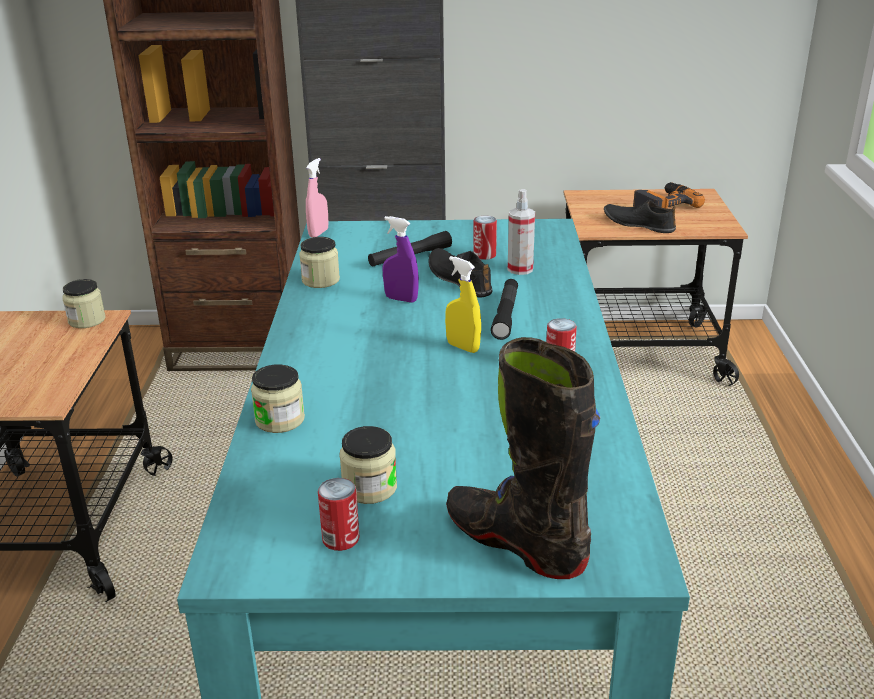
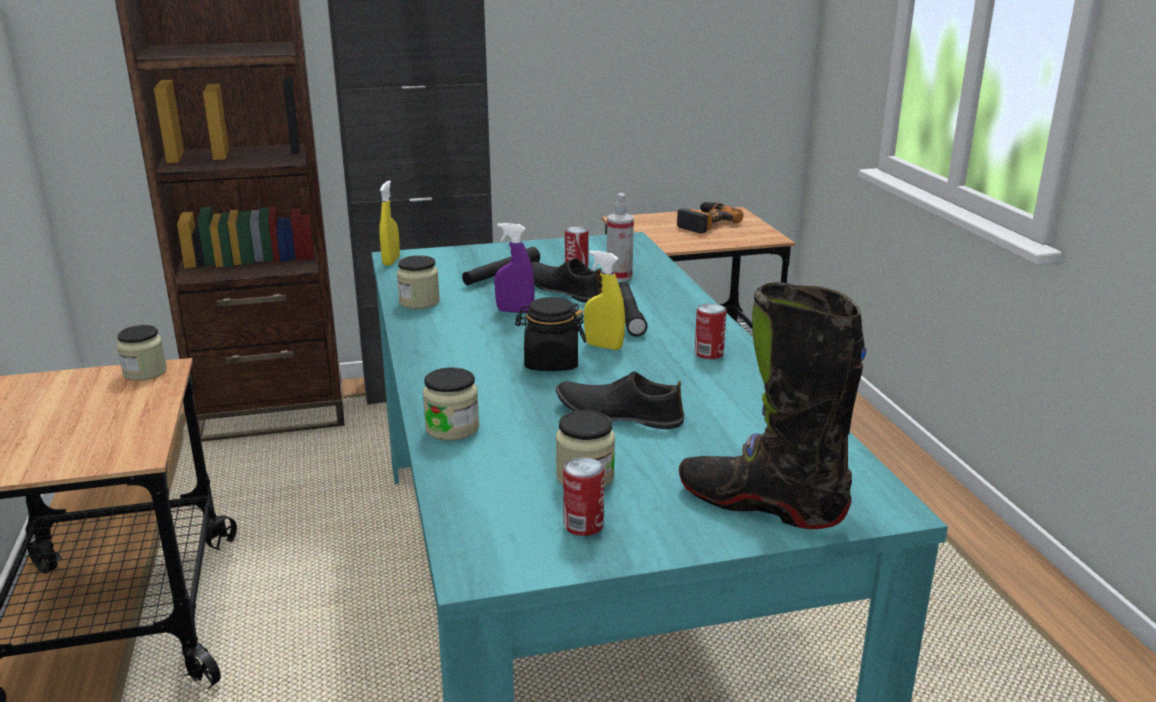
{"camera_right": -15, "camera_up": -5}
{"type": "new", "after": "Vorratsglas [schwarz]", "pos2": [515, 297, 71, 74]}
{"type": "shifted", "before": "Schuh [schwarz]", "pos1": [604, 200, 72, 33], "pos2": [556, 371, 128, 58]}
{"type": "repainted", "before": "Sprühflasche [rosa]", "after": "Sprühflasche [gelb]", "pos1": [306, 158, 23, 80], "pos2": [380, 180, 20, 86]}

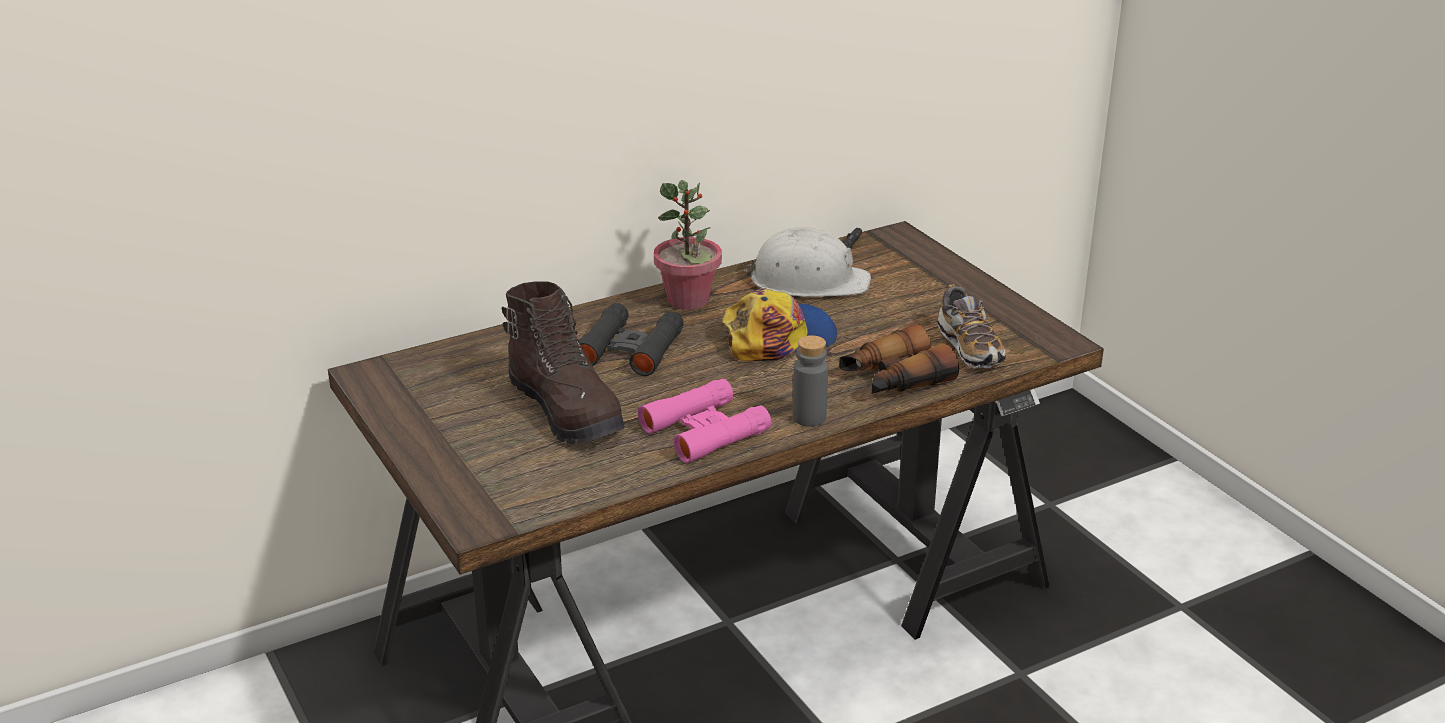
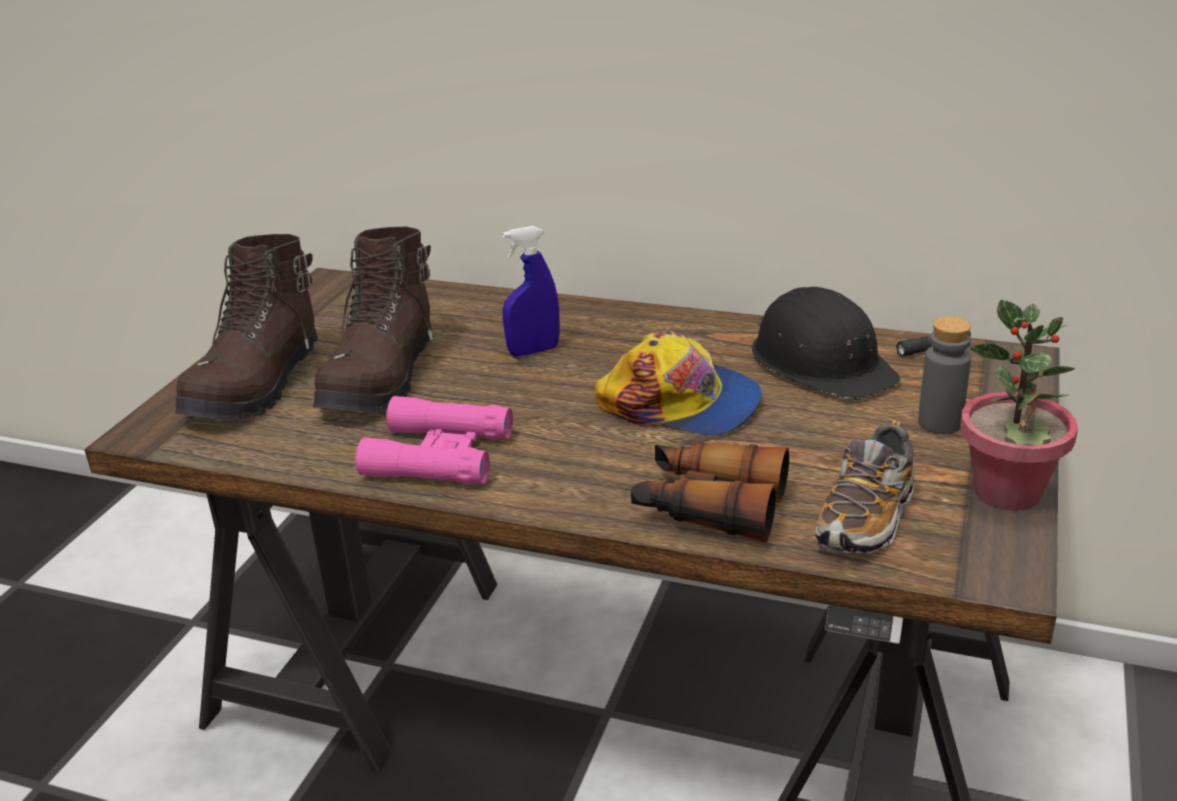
{"camera_right": 50, "camera_up": 0}
{"type": "new", "after": "Stiefel [braun]", "pos2": [175, 234, 143, 187]}
{"type": "shifted", "before": "Topfpflanze", "pos1": [654, 180, 68, 130], "pos2": [960, 300, 118, 211]}
{"type": "shifted", "before": "Flasche [grau]", "pos1": [793, 335, 35, 92], "pos2": [918, 316, 53, 118]}
{"type": "swapped", "before": "Fernglas [schwarz]", "after": "Sprühflasche [blau]", "pos1": [579, 303, 105, 73], "pos2": [502, 226, 58, 130]}
{"type": "repainted", "before": "Schutzhelm [weiß]", "after": "Schutzhelm [schwarz]", "pos1": [742, 227, 129, 70], "pos2": [752, 287, 149, 112]}

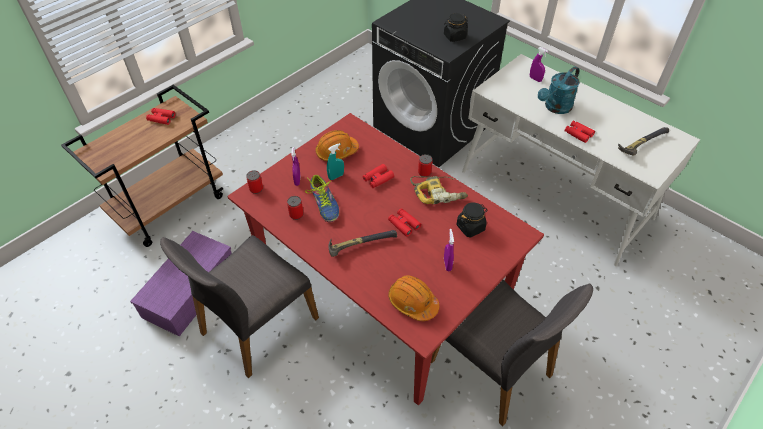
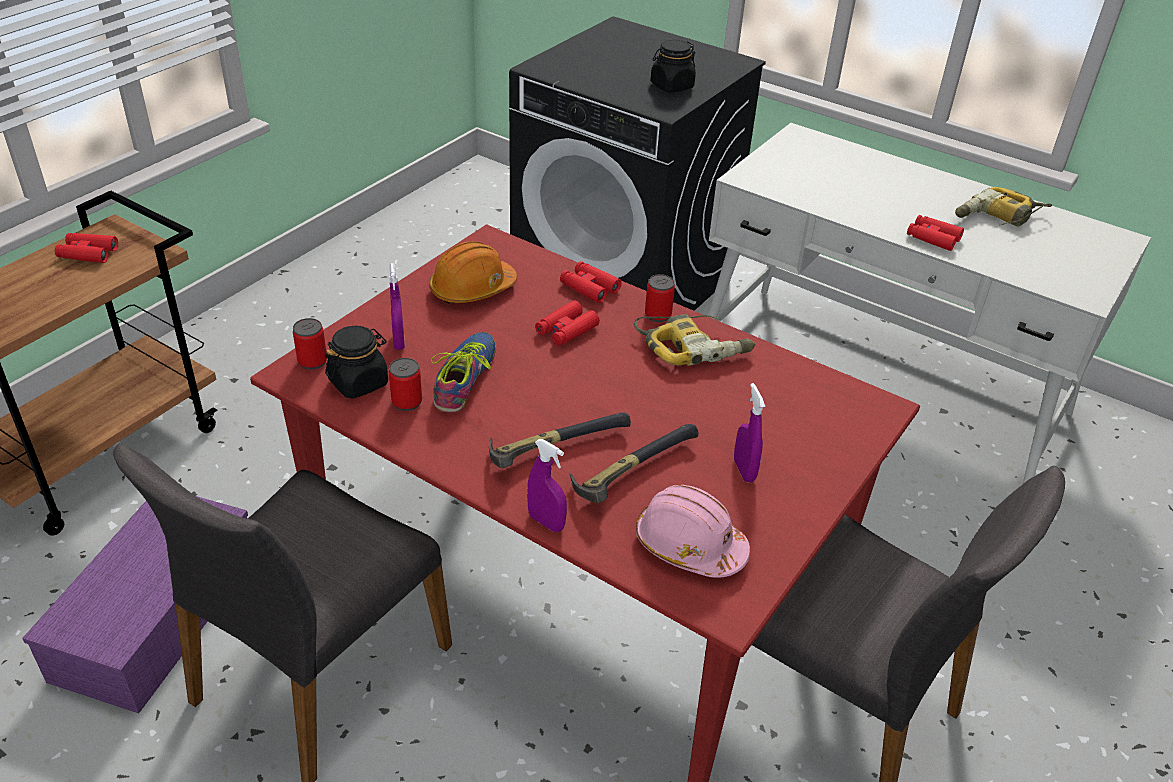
{"camera_right": -10, "camera_up": -10}
{"type": "gone", "before": "Sprühflasche [türkis]", "pos1": [327, 143, 17, 37]}
{"type": "gone", "before": "Gießkanne [türkis]", "pos1": [538, 66, 42, 48]}
{"type": "new", "after": "Bohrmaschine", "pos2": [955, 187, 97, 40]}
{"type": "shifted", "before": "Fernglas [rot]", "pos1": [388, 208, 33, 29], "pos2": [560, 261, 62, 42]}
{"type": "shifted", "before": "Vorratsglas [schwarz]", "pos1": [456, 202, 32, 35], "pos2": [325, 326, 63, 73]}
{"type": "shifted", "before": "Sprühflasche [lila]", "pos1": [530, 47, 18, 35], "pos2": [527, 439, 40, 93]}
{"type": "shifted", "before": "Hammer", "pos1": [618, 127, 51, 28], "pos2": [570, 424, 129, 79]}
{"type": "repainted", "before": "Schutzhelm [orange]", "after": "Schutzhelm [rosa]", "pos1": [388, 275, 52, 46], "pos2": [635, 485, 115, 93]}
{"type": "rotated", "before": "Schuh", "pos1": [305, 175, 34, 47], "pos2": [431, 332, 65, 81], "turn": -135}

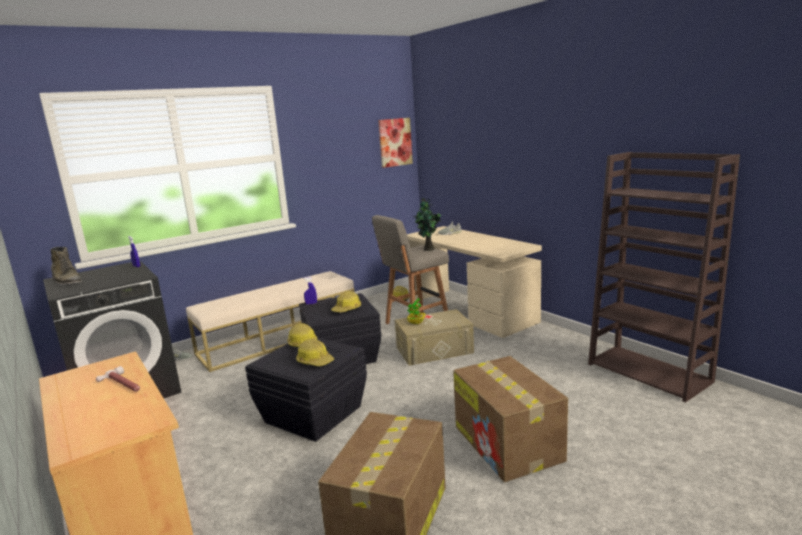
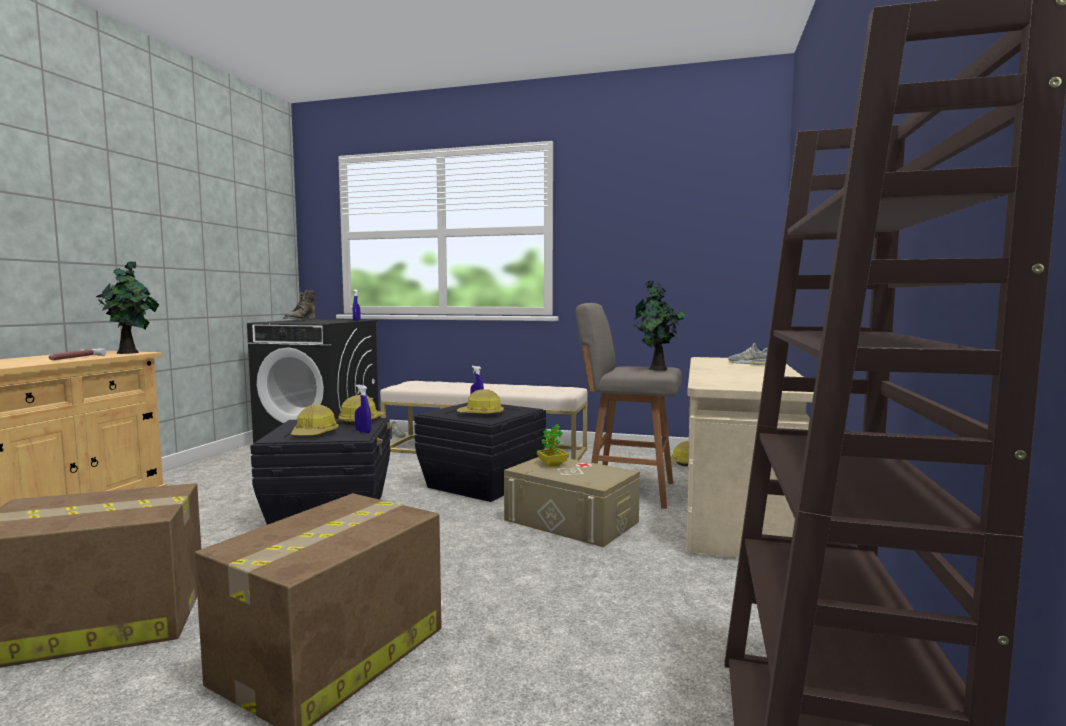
{"camera_right": 50, "camera_up": -10}
{"type": "gone", "before": "Bild", "pos1": [378, 118, 35, 50]}
{"type": "new", "after": "Topfpflanze", "pos2": [96, 262, 63, 92]}
{"type": "new", "after": "Sprühflasche [blau]", "pos2": [355, 385, 16, 48]}

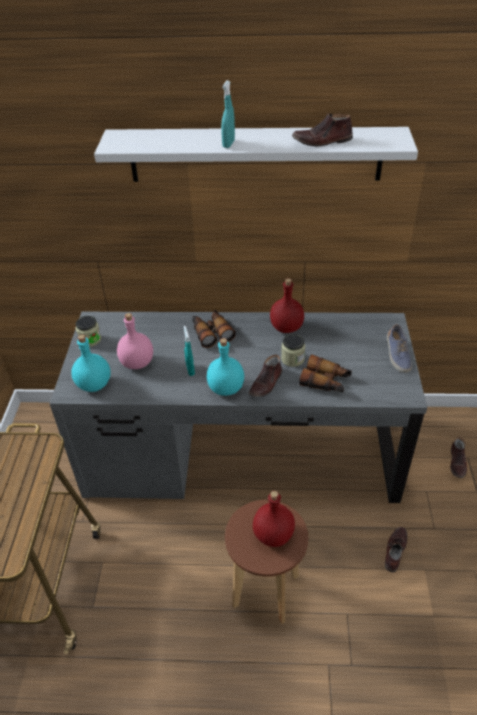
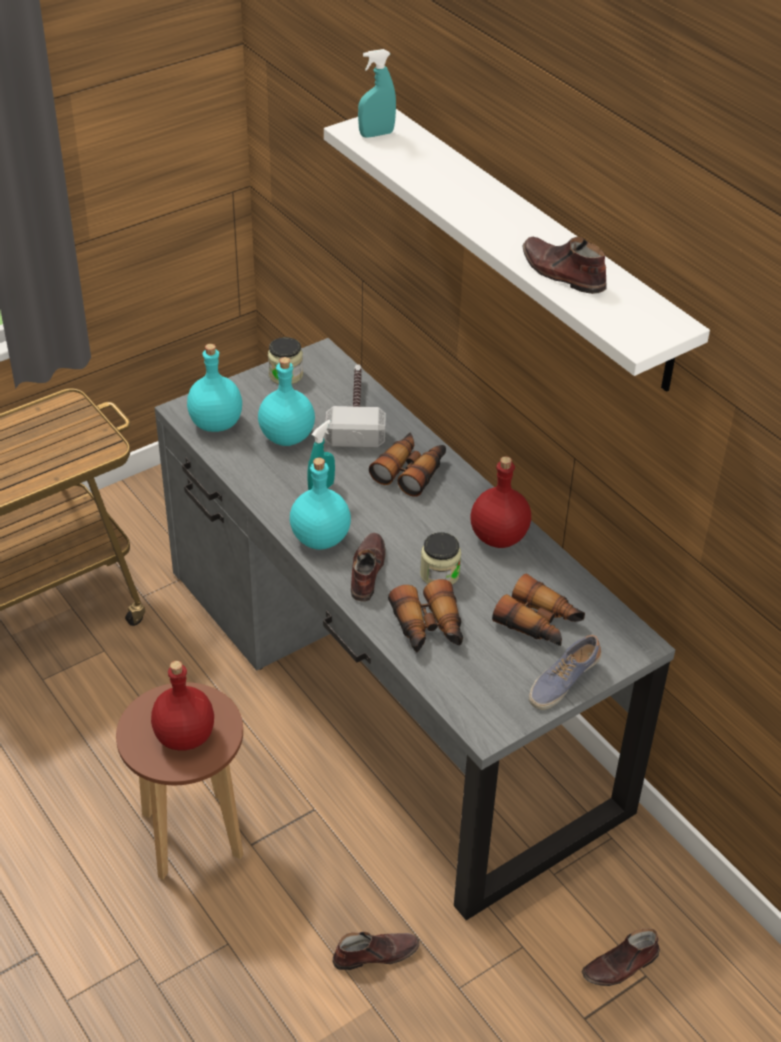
{"camera_right": 50, "camera_up": 0}
{"type": "new", "after": "Hammer", "pos2": [325, 364, 61, 84]}
{"type": "new", "after": "Fernglas", "pos2": [492, 574, 93, 72]}
{"type": "shifted", "before": "Sprühflasche [türkis]", "pos1": [221, 80, 14, 68], "pos2": [358, 49, 38, 88]}
{"type": "repainted", "before": "Flasche [rosa]", "after": "Flasche [türkis]", "pos1": [117, 313, 36, 56], "pos2": [258, 357, 57, 89]}
{"type": "rotated", "before": "Schuh [braun]", "pos1": [249, 355, 33, 42], "pos2": [351, 533, 34, 69], "turn": 105}

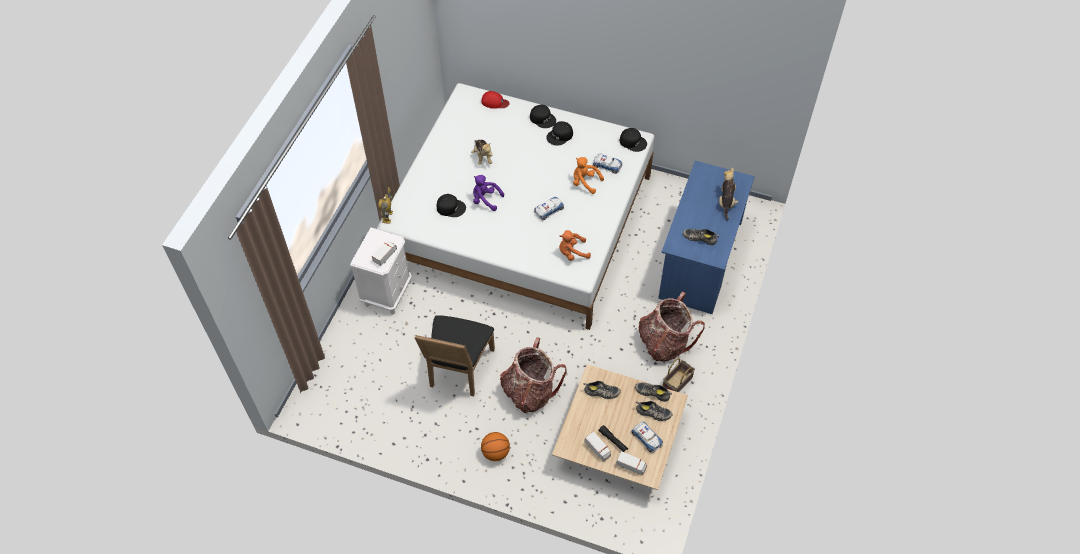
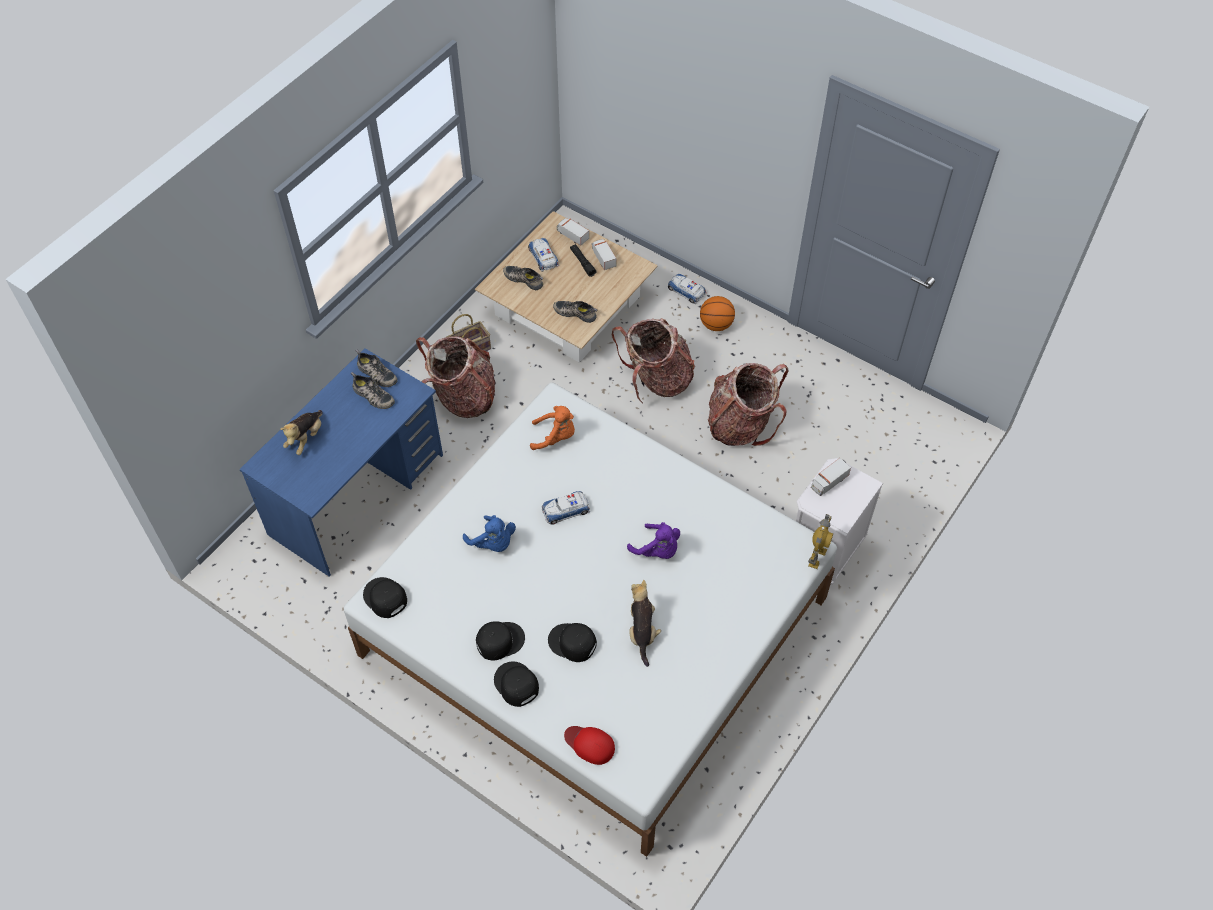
{"camera_right": -165, "camera_up": 0}
{"type": "shifted", "before": "Kappe [schwarz]", "pos1": [437, 194, 29, 23], "pos2": [548, 623, 49, 39]}
{"type": "shifted", "before": "Spielzeugauto", "pos1": [592, 154, 30, 20], "pos2": [668, 274, 38, 30]}
{"type": "shifted", "before": "Schuh", "pos1": [635, 383, 37, 19], "pos2": [355, 349, 43, 38]}
{"type": "swapped", "before": "Stuhl [schwarz]", "after": "Rucksack", "pos1": [414, 315, 81, 81], "pos2": [708, 363, 81, 83]}
{"type": "repainted", "before": "Plüschtier [orange]", "after": "Plüschtier [blau]", "pos1": [573, 157, 31, 37], "pos2": [463, 515, 53, 37]}

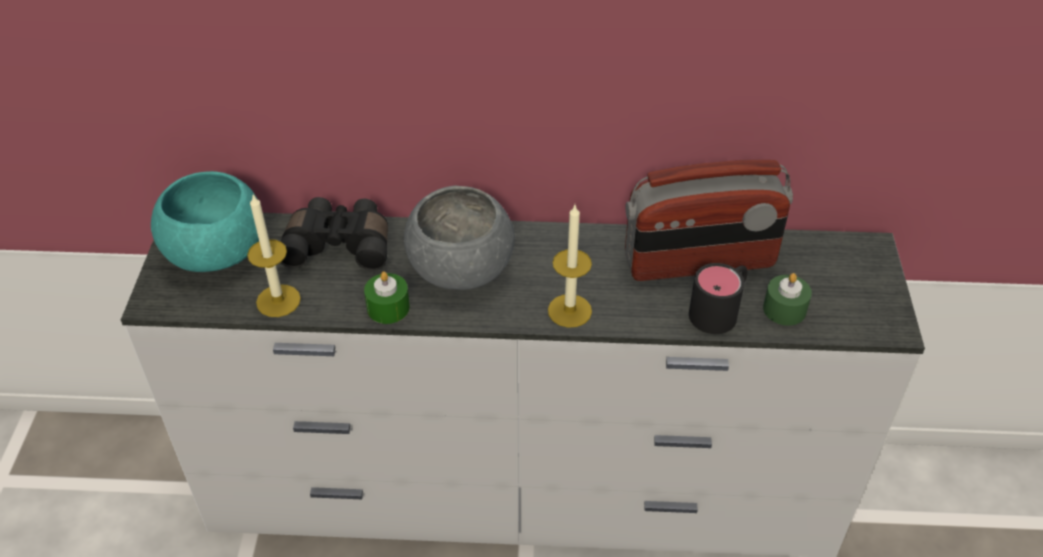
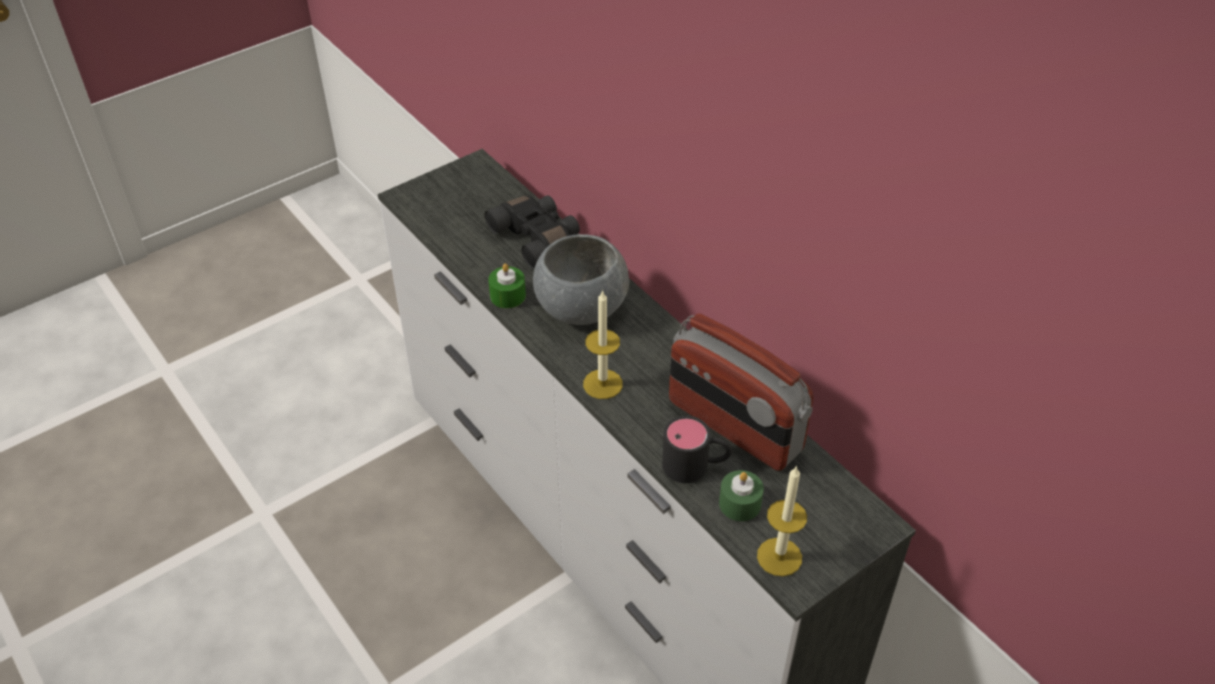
{"camera_right": 50, "camera_up": 0}
{"type": "gone", "before": "Schüssel [türkis]", "pos1": [151, 171, 112, 101]}
{"type": "shifted", "before": "Kerze", "pos1": [247, 195, 54, 122], "pos2": [757, 466, 50, 110]}

